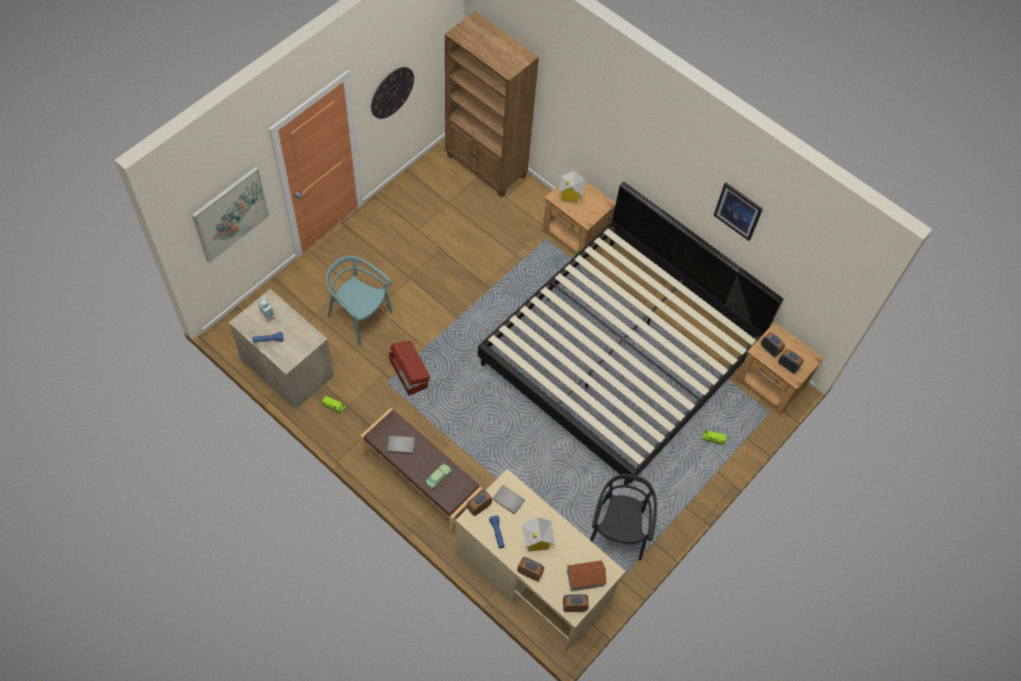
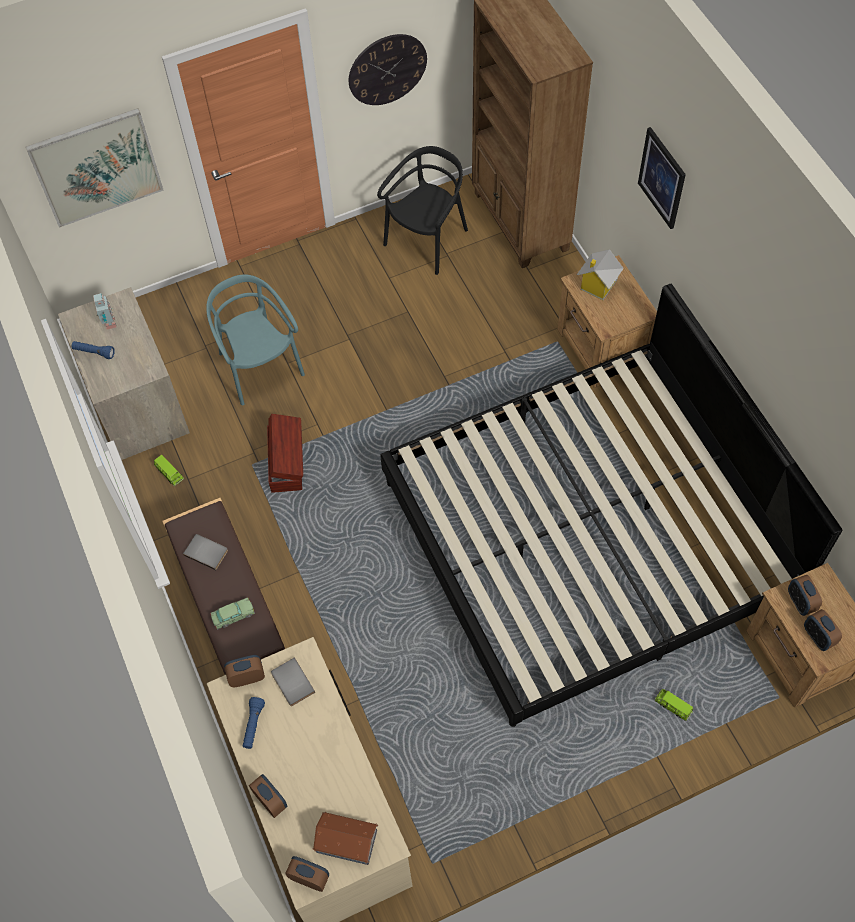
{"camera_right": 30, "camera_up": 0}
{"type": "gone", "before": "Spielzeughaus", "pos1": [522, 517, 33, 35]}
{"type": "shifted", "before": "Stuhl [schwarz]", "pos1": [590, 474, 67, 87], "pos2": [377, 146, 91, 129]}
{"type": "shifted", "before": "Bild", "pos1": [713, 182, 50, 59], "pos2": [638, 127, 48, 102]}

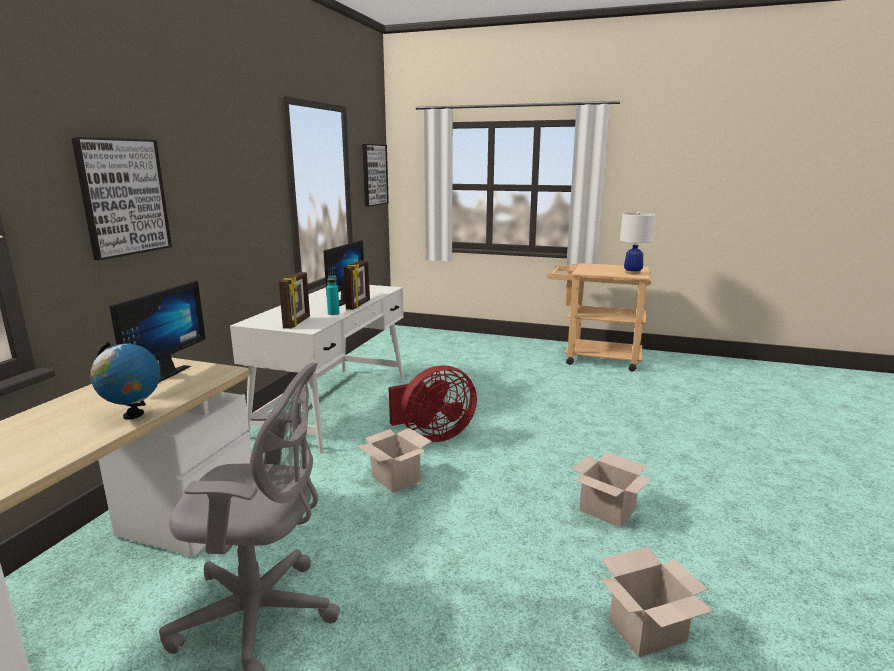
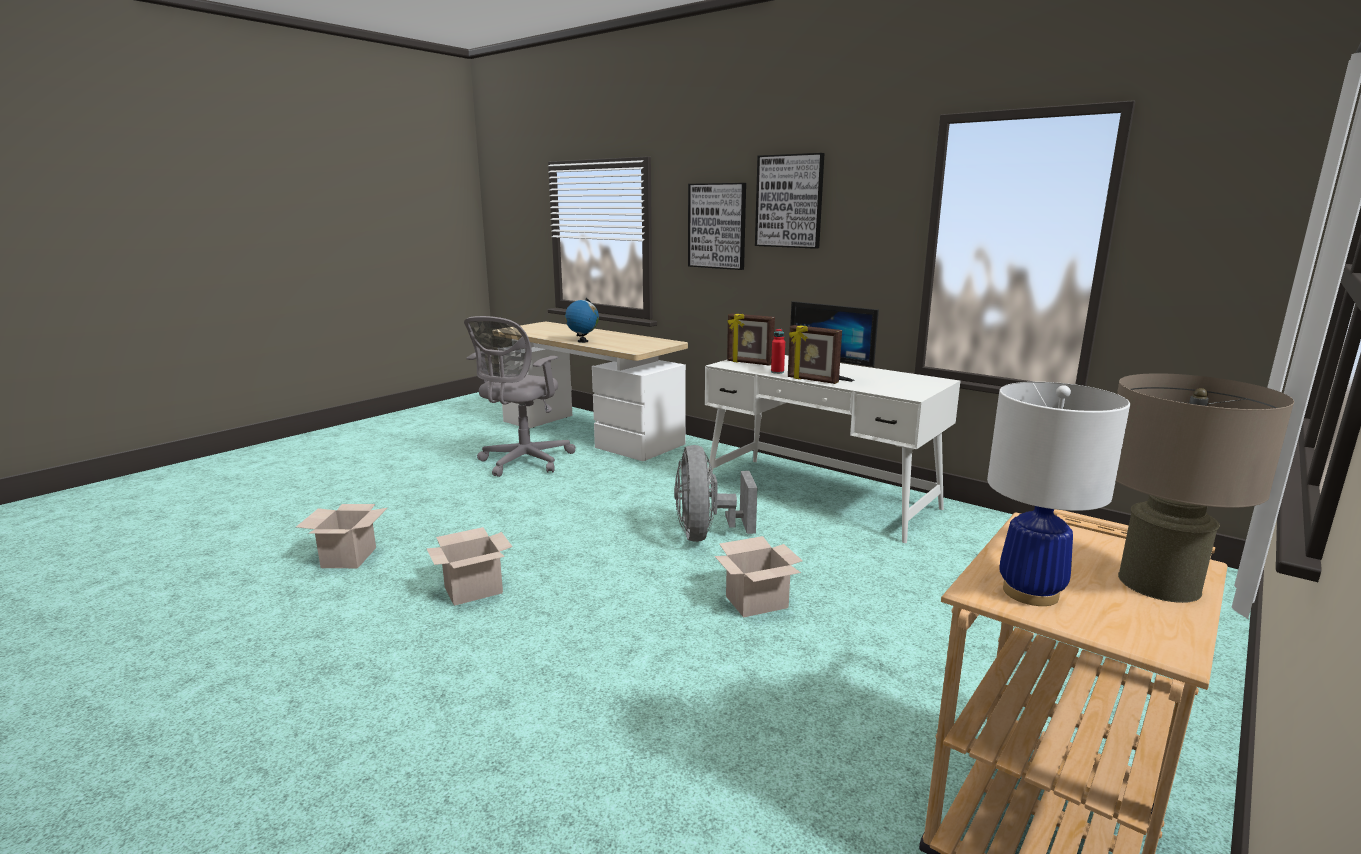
{"camera_right": 110, "camera_up": 0}
{"type": "gone", "before": "Monitor", "pos1": [109, 280, 97, 102]}
{"type": "new", "after": "Tischlampe [beige]", "pos2": [1116, 373, 178, 230]}
{"type": "shifted", "before": "Karton", "pos1": [357, 428, 75, 65], "pos2": [714, 536, 89, 82]}
{"type": "shifted", "before": "Bild", "pos1": [362, 144, 27, 63], "pos2": [755, 153, 70, 96]}
{"type": "repainted", "before": "Flasche [türkis]", "after": "Flasche [rot]", "pos1": [326, 276, 14, 39], "pos2": [771, 329, 14, 45]}
{"type": "repainted", "before": "Ventilator [rot]", "after": "Ventilator [grau]", "pos1": [389, 365, 88, 77], "pos2": [674, 445, 83, 97]}

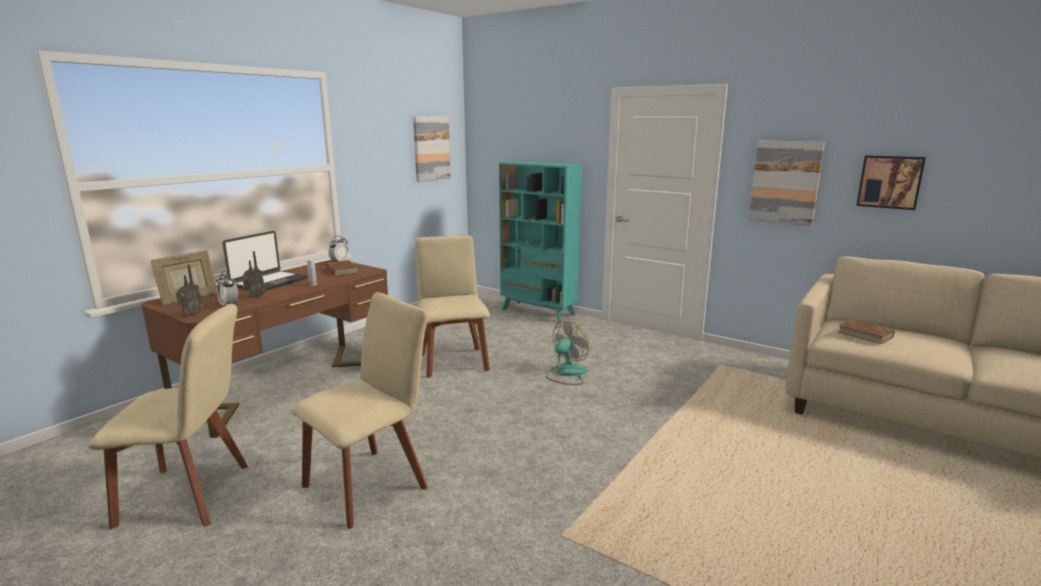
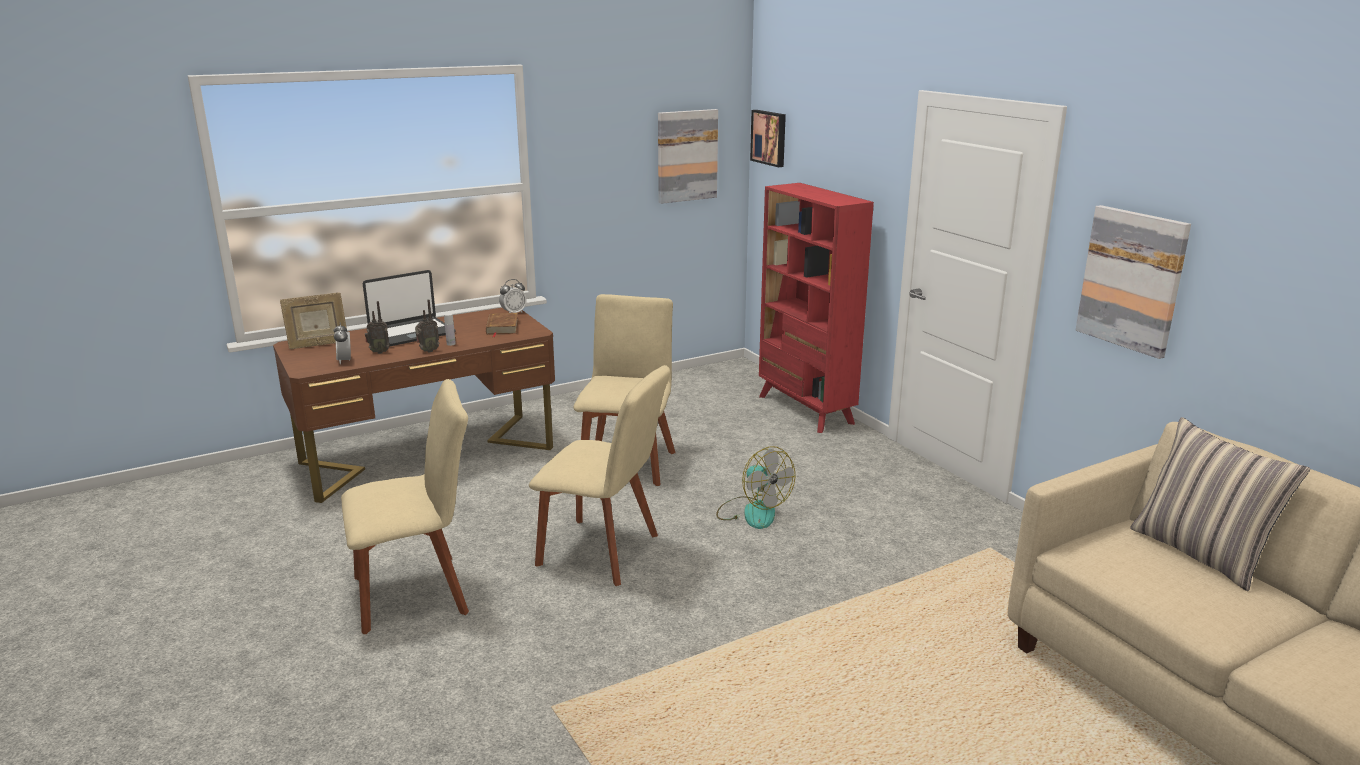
{"camera_right": 25, "camera_up": 5}
{"type": "gone", "before": "Buch [braun]", "pos1": [839, 320, 56, 24]}
{"type": "new", "after": "Kissen", "pos2": [1130, 417, 180, 174]}
{"type": "shifted", "before": "Stuhl [beige]", "pos1": [88, 303, 160, 226], "pos2": [529, 365, 141, 221]}
{"type": "shifted", "before": "Radio", "pos1": [176, 265, 27, 51], "pos2": [415, 299, 25, 53]}
{"type": "shifted", "before": "Bild", "pos1": [856, 155, 70, 55], "pos2": [750, 110, 36, 57]}
{"type": "repainted", "before": "Bücherregal [türkis]", "after": "Bücherregal [rot]", "pos1": [499, 161, 83, 162], "pos2": [759, 183, 115, 250]}
{"type": "rotated", "before": "Ventilator", "pos1": [546, 321, 43, 64], "pos2": [716, 446, 79, 83], "turn": 75}

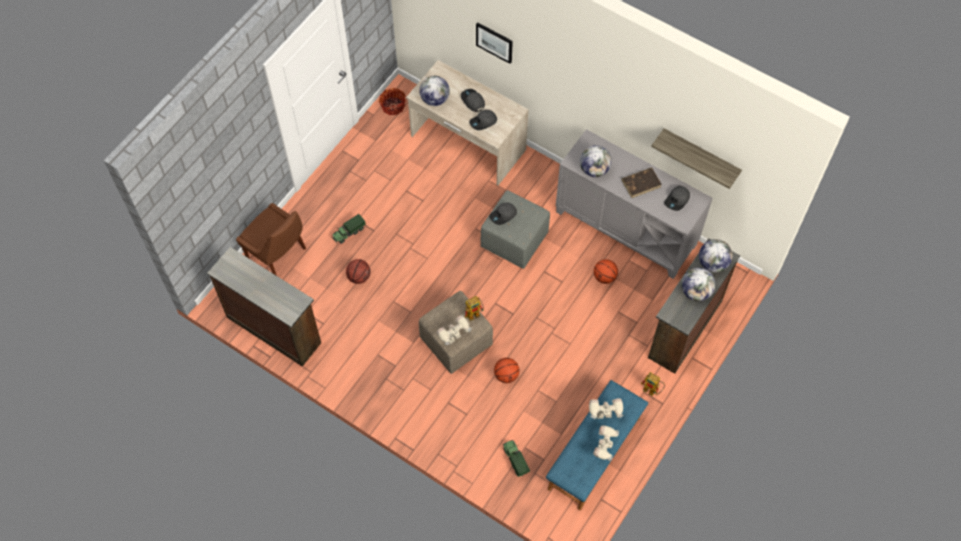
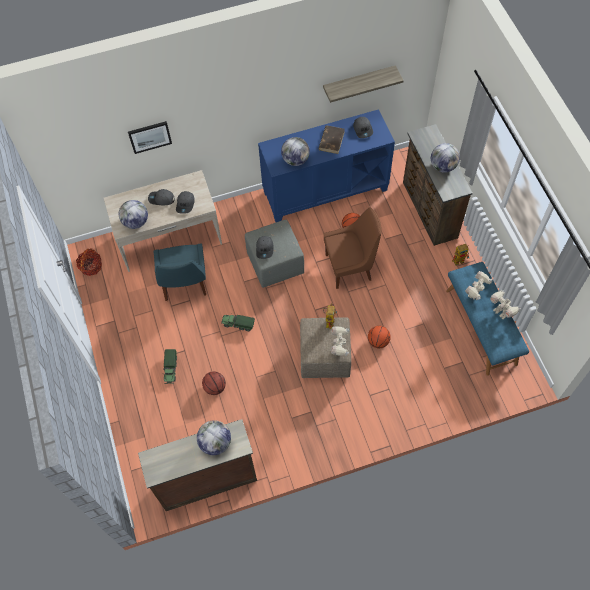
{"camera_right": -50, "camera_up": 0}
{"type": "new", "after": "Stuhl [blau]", "pos2": [153, 244, 53, 57]}
{"type": "shifted", "before": "Stuhl [braun]", "pos1": [236, 203, 70, 73], "pos2": [324, 207, 57, 82]}
{"type": "shifted", "before": "Spielzeuglaster", "pos1": [502, 440, 28, 37], "pos2": [221, 315, 34, 16]}
{"type": "shifted", "before": "Globus", "pos1": [699, 239, 34, 33], "pos2": [197, 420, 34, 35]}
{"type": "repainted", "before": "Schrank [grau]", "after": "Schrank [blau]", "pos1": [556, 129, 157, 150], "pos2": [258, 109, 137, 113]}

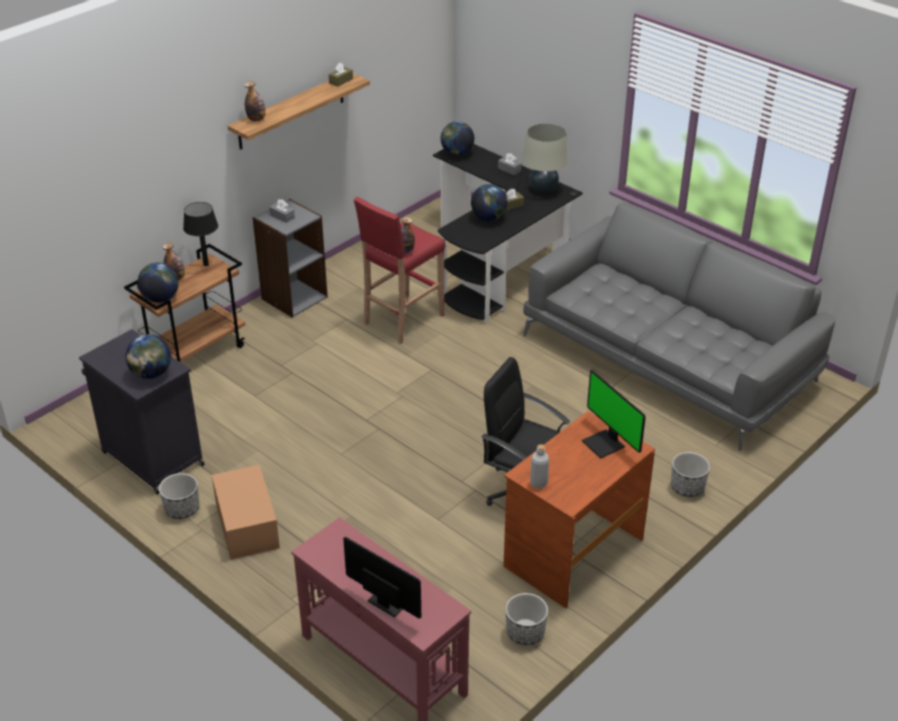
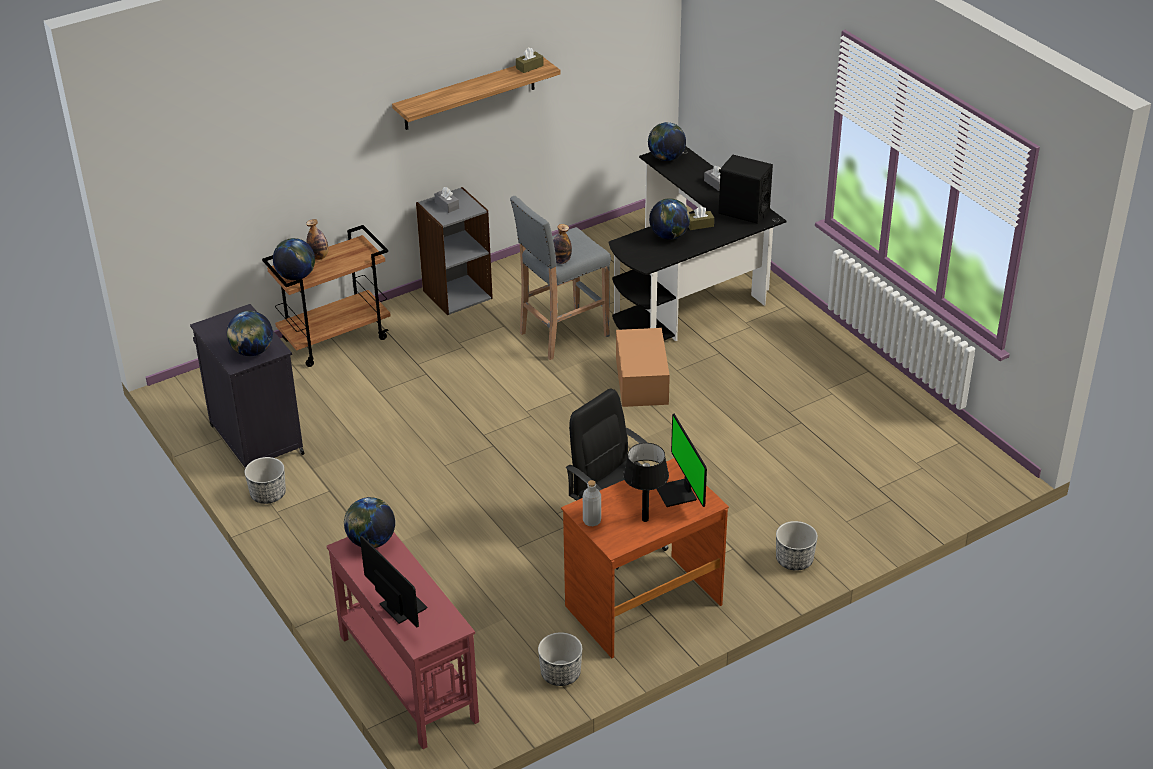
{"camera_right": 15, "camera_up": 0}
{"type": "gone", "before": "Flasche", "pos1": [245, 81, 21, 41]}
{"type": "gone", "before": "Sofa [grau]", "pos1": [523, 203, 313, 248]}
{"type": "new", "after": "Globus", "pos2": [344, 497, 51, 51]}
{"type": "shifted", "before": "Tischlampe [schwarz]", "pos1": [183, 202, 35, 64], "pos2": [623, 443, 46, 79]}
{"type": "shifted", "before": "Karton", "pos1": [212, 465, 68, 95], "pos2": [616, 328, 54, 79]}
{"type": "swapped", "before": "Tischlampe [beige]", "after": "Lautsprecher [schwarz]", "pos1": [522, 123, 46, 70], "pos2": [719, 155, 54, 69]}
{"type": "repainted", "before": "Hocker [rot]", "after": "Hocker [grau]", "pos1": [354, 197, 91, 147], "pos2": [510, 196, 101, 164]}

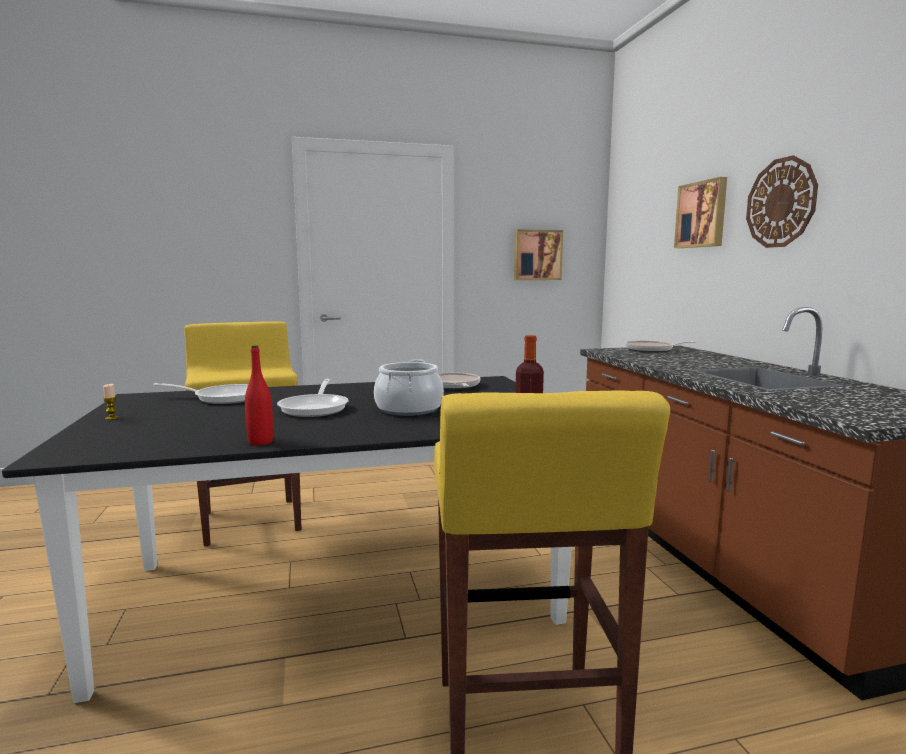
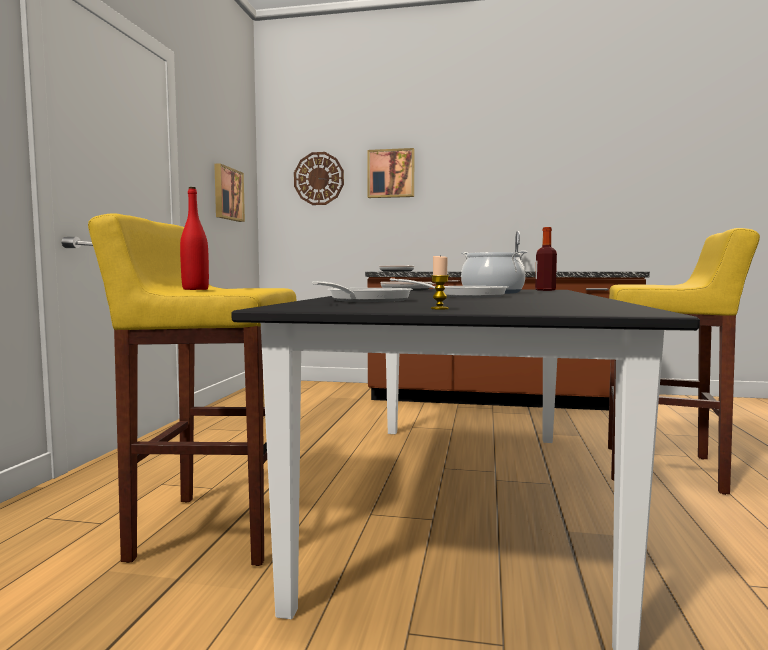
{"camera_right": -65, "camera_up": -5}
{"type": "shifted", "before": "Flasche [rot]", "pos1": [245, 345, 28, 100], "pos2": [180, 187, 29, 103]}
{"type": "shifted", "before": "Wanduhr", "pos1": [746, 155, 72, 93], "pos2": [294, 152, 50, 53]}

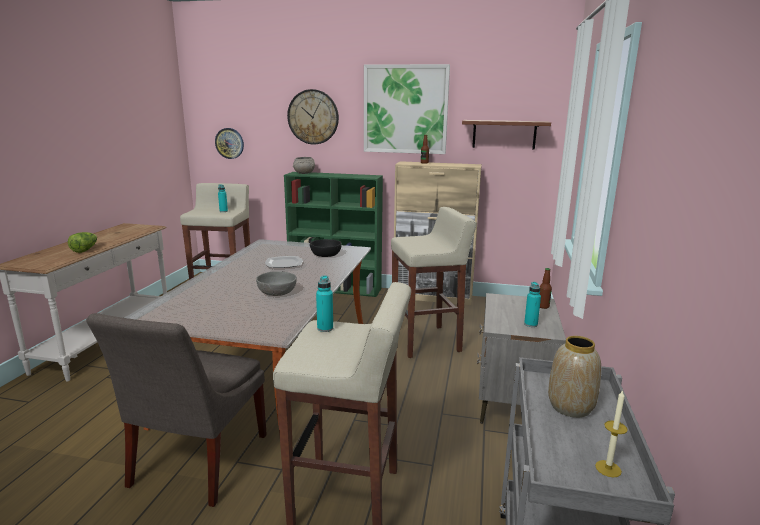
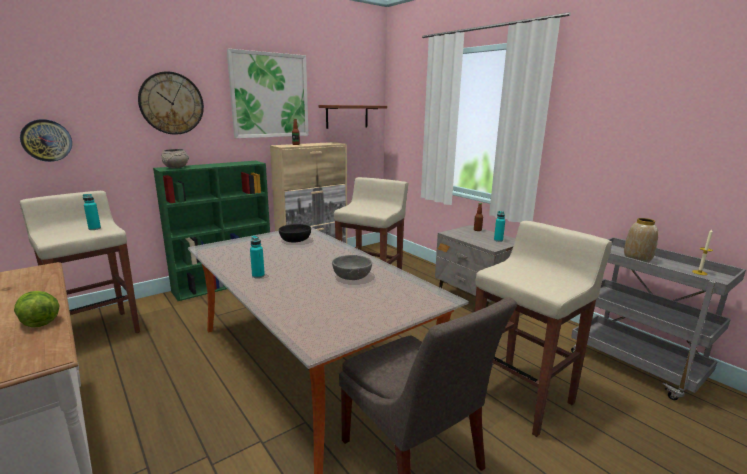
{"camera_right": -50, "camera_up": 0}
{"type": "gone", "before": "Teller", "pos1": [265, 256, 38, 12]}
{"type": "shifted", "before": "Flasche [türkis]", "pos1": [316, 275, 17, 57], "pos2": [250, 236, 15, 42]}

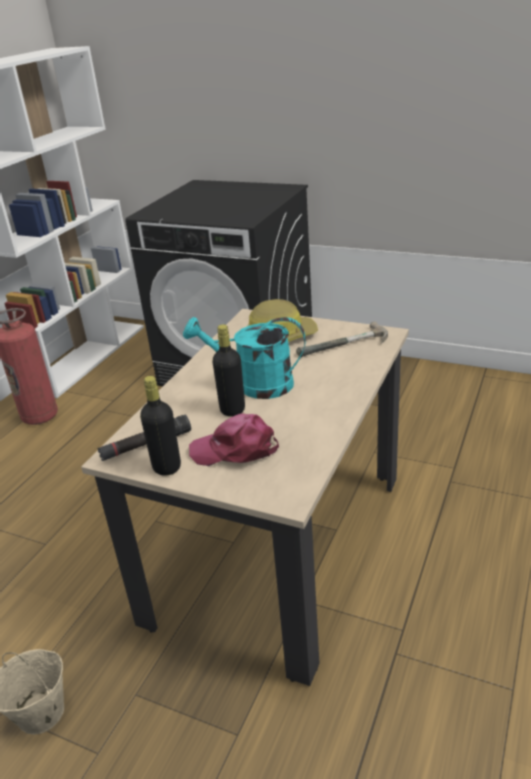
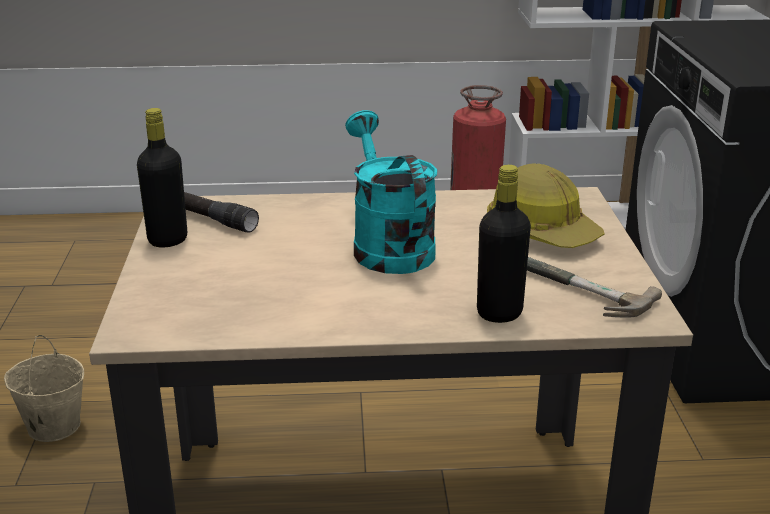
{"camera_right": 60, "camera_up": -5}
{"type": "gone", "before": "Kappe [rosa]", "pos1": [189, 413, 90, 53]}
{"type": "shifted", "before": "Flasche [schwarz]", "pos1": [212, 324, 33, 92], "pos2": [477, 165, 54, 158]}

